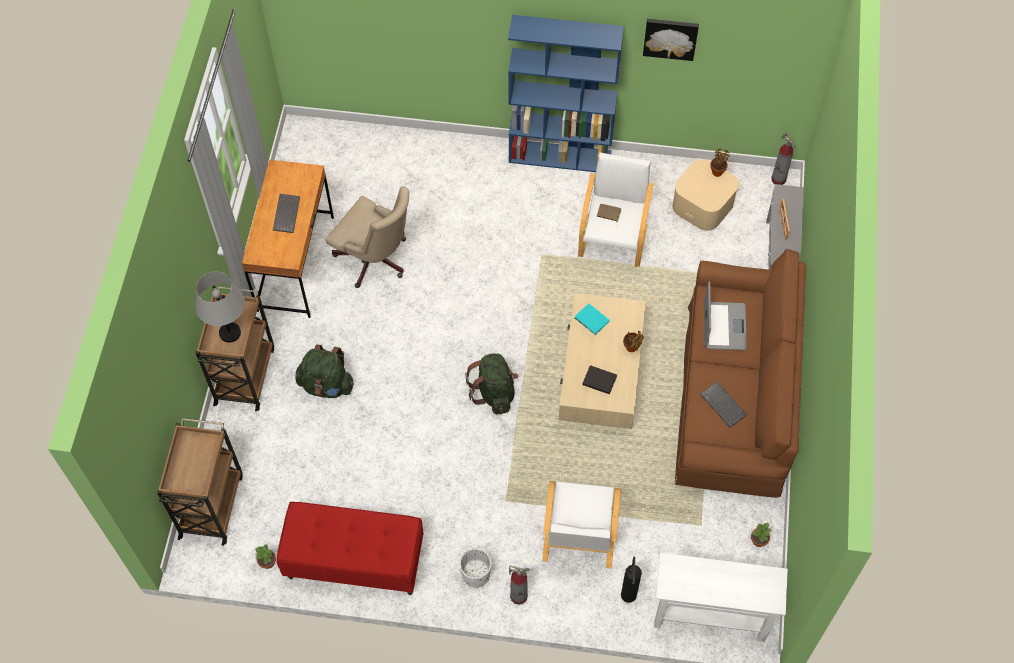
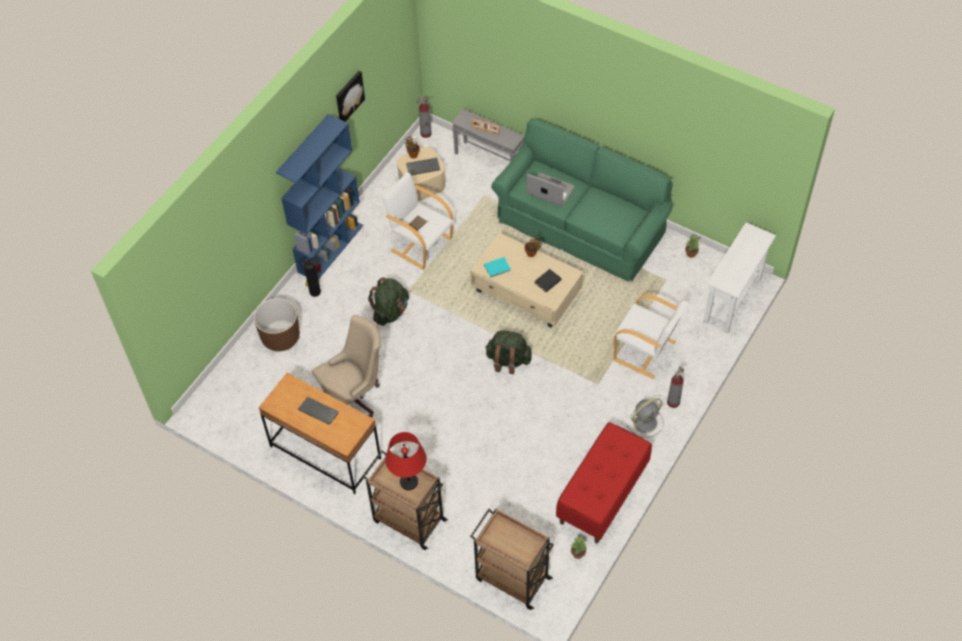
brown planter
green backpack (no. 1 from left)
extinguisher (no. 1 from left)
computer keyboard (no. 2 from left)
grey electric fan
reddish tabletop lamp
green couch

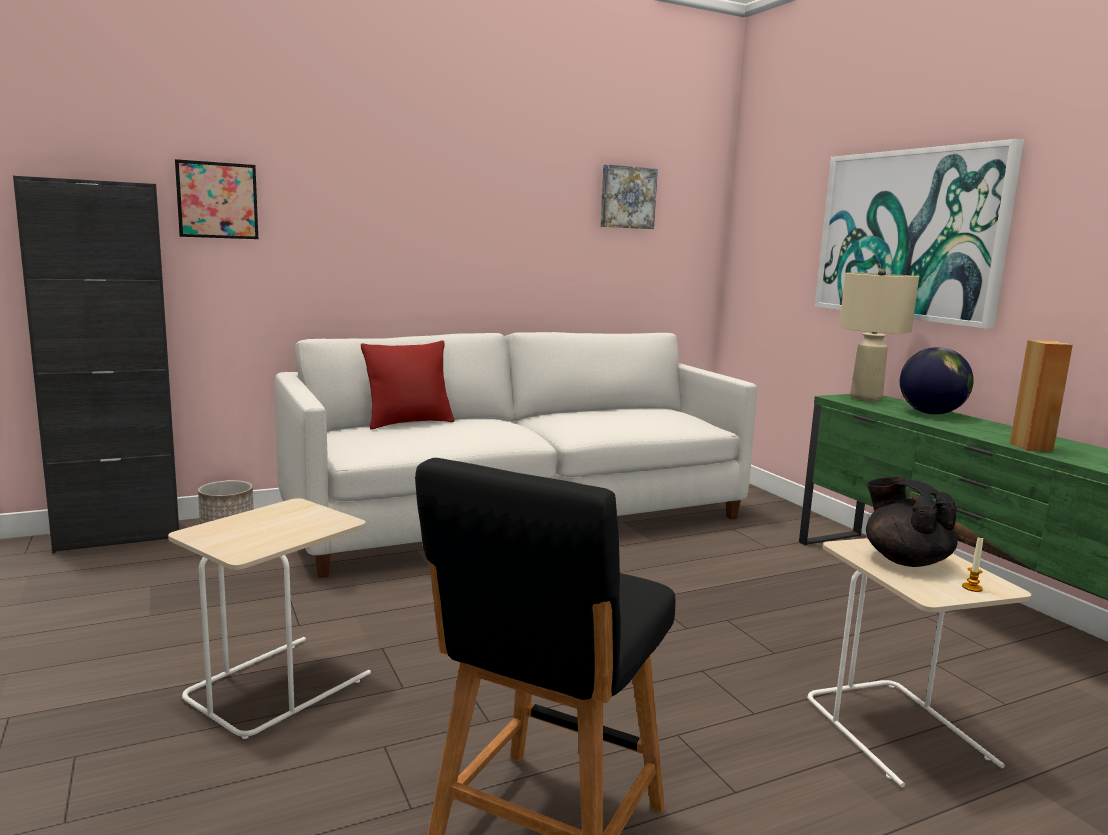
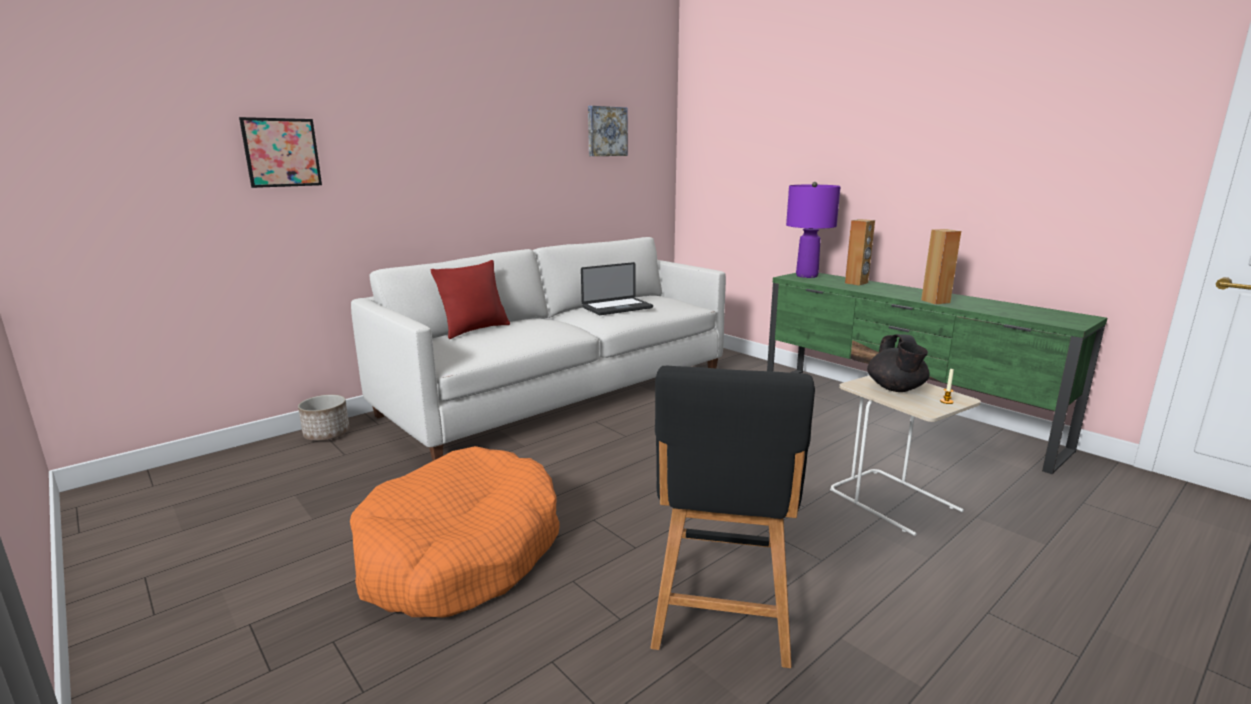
black cupboard
wall art (no. 3 from left in the first image)
laptop
orangey dog bed
brown speaker (no. 1 from left)
purple tabletop lamp
black pot for tea

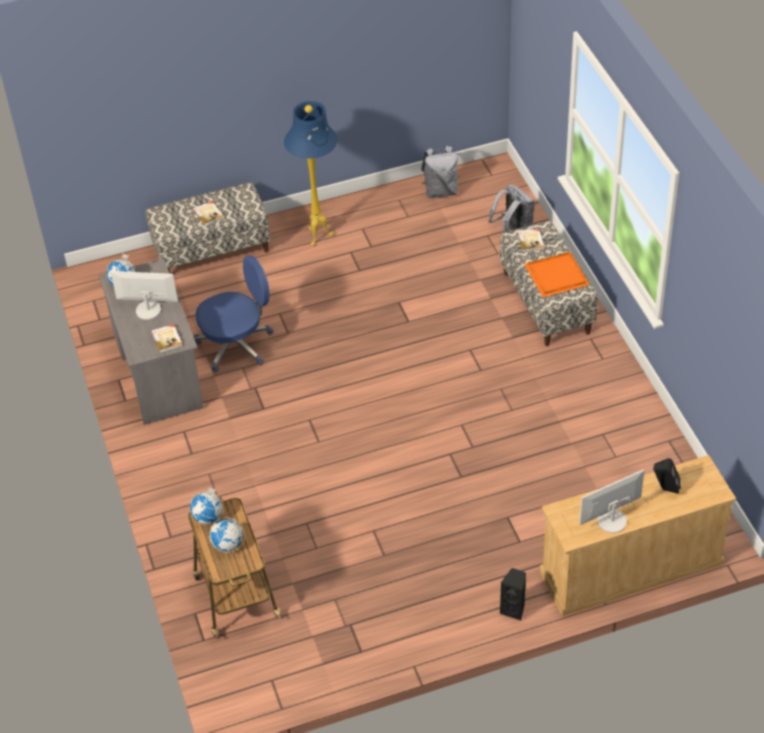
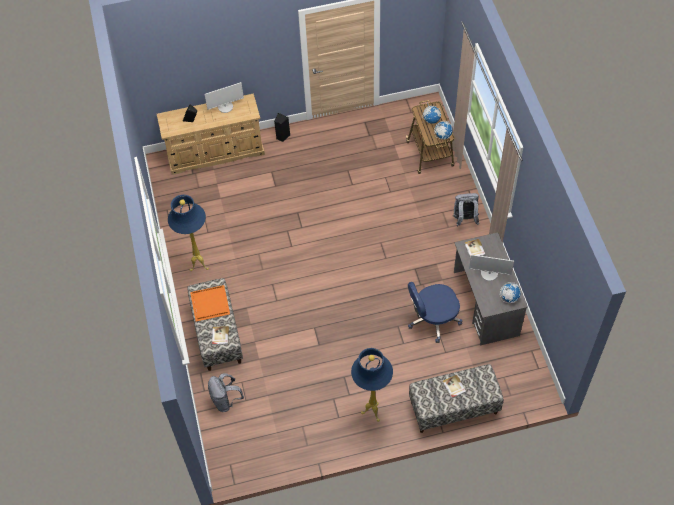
bluish standing lamp (no. 1 from left)
grey backpack (no. 2 from left)

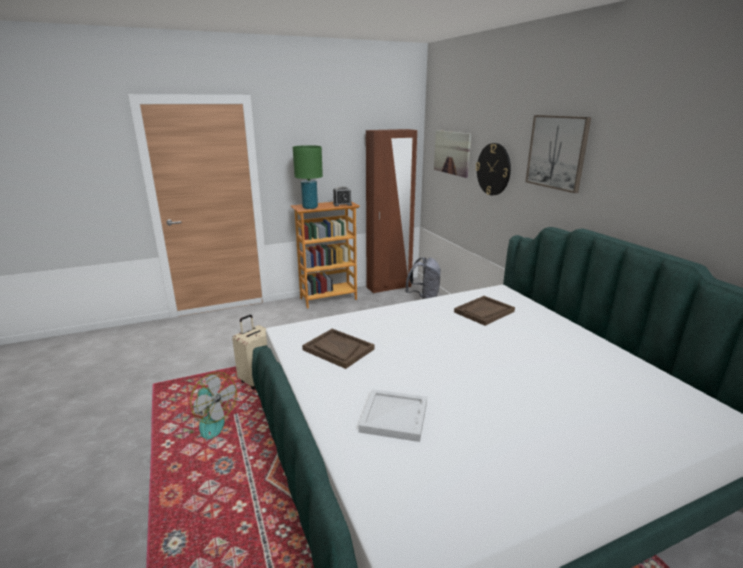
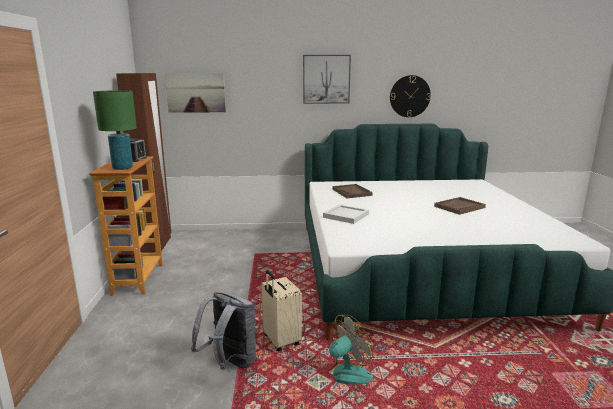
brown tray (no. 2 from left)
white-coloured tray
grey backpack
hanging clock

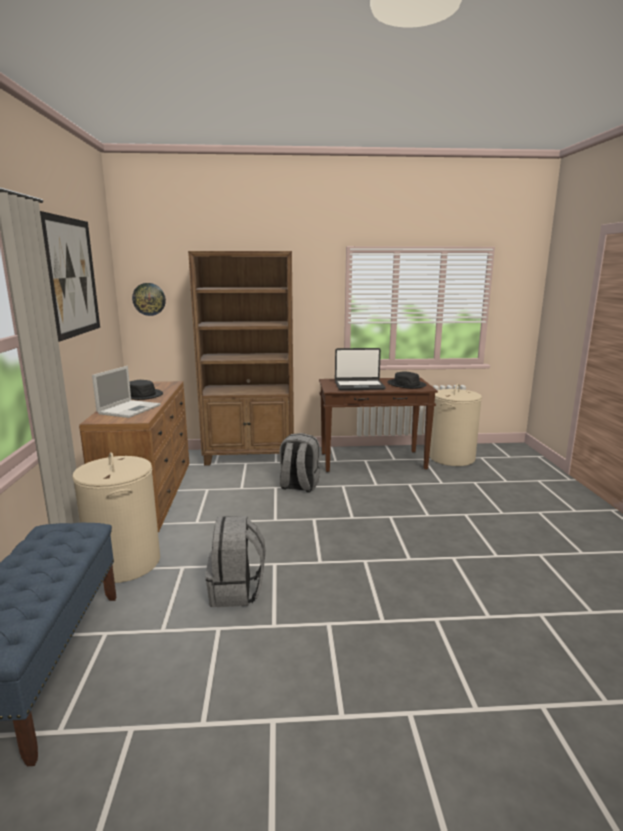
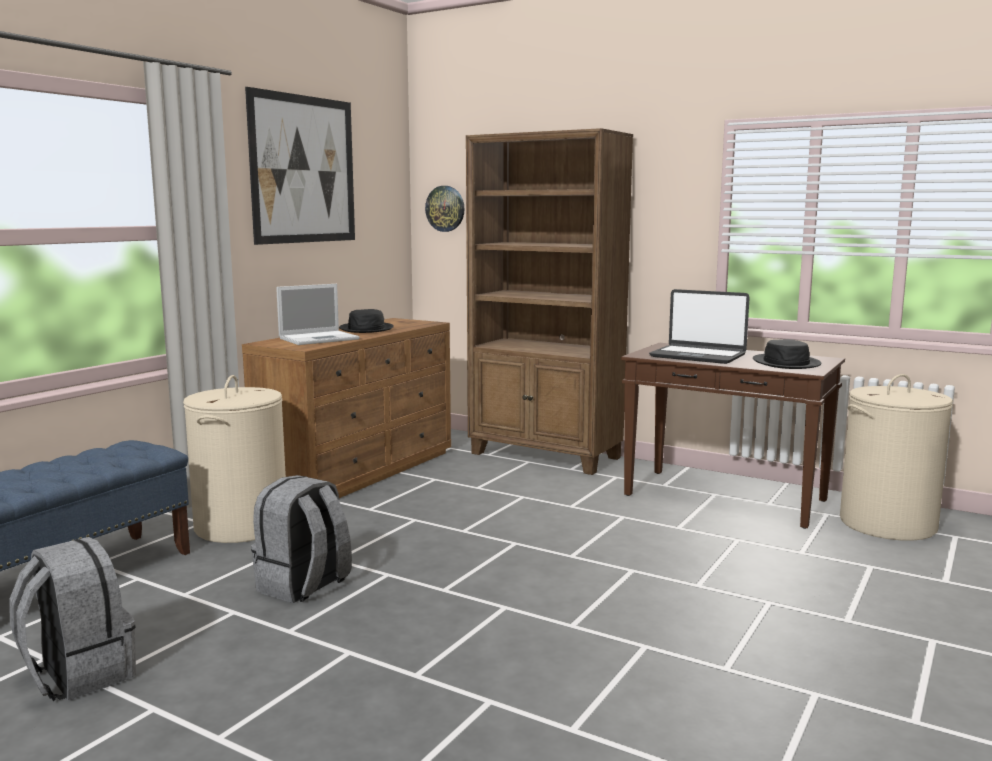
grey backpack (no. 1 from left)

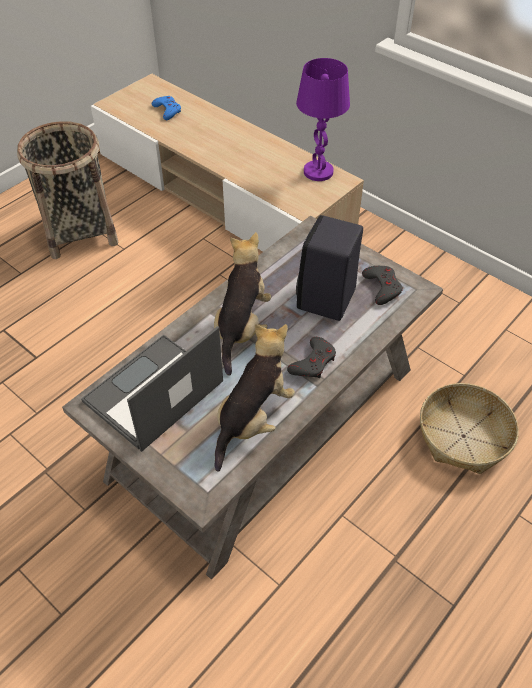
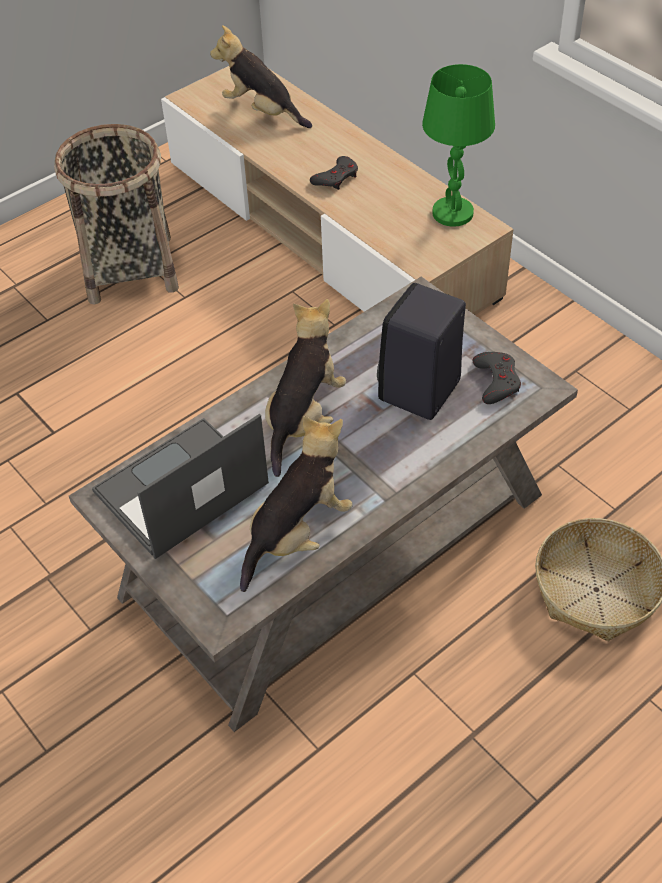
grey game controller (no. 1 from left)
plush toy (no. 1 from left)
green tabletop lamp

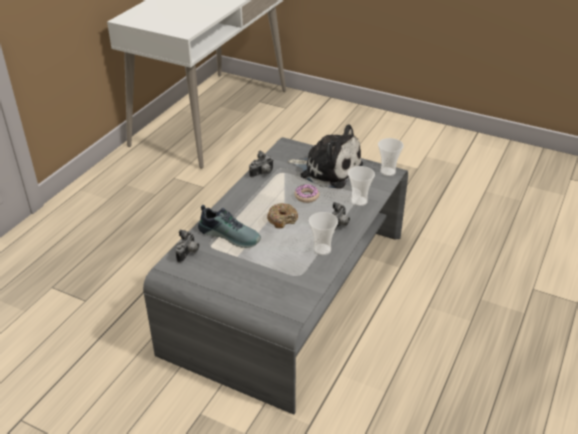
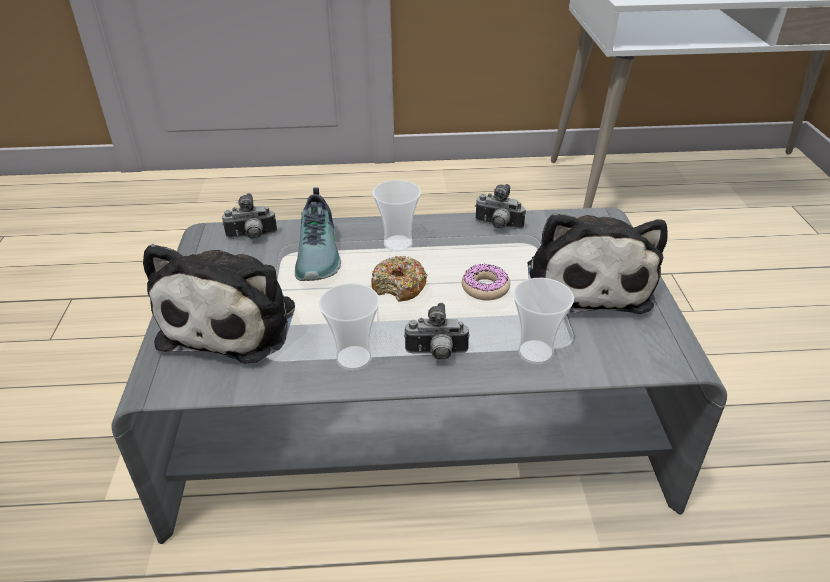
plush toy (no. 1 from left)
cup (no. 2 from left)

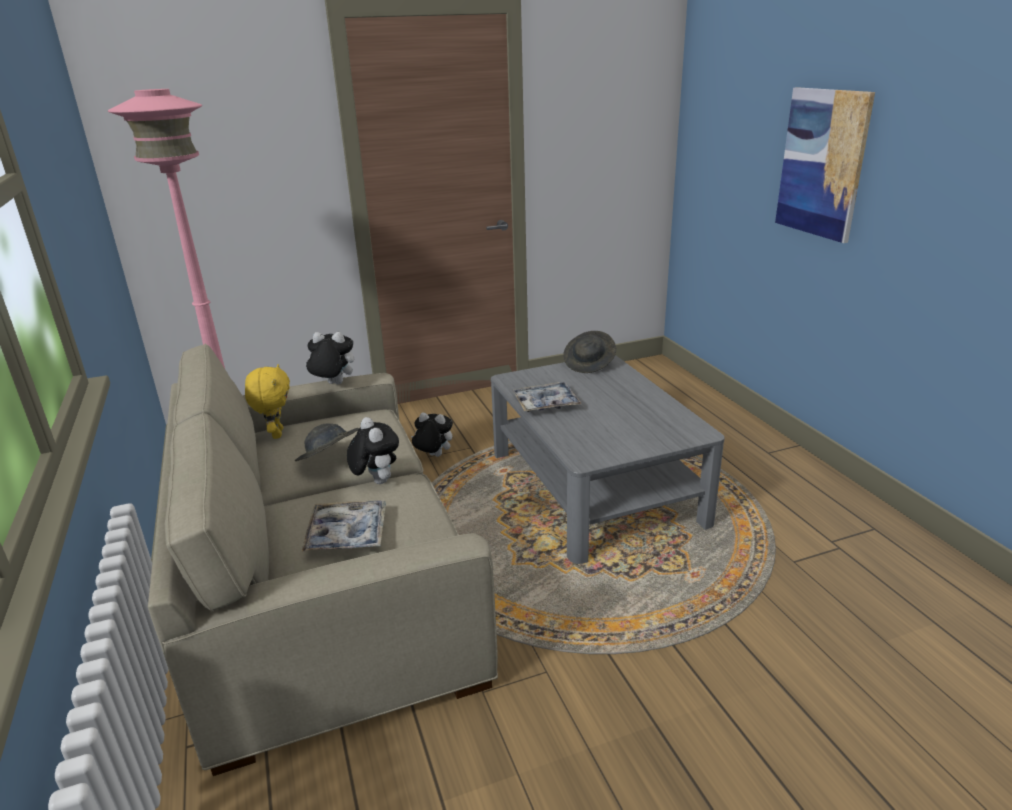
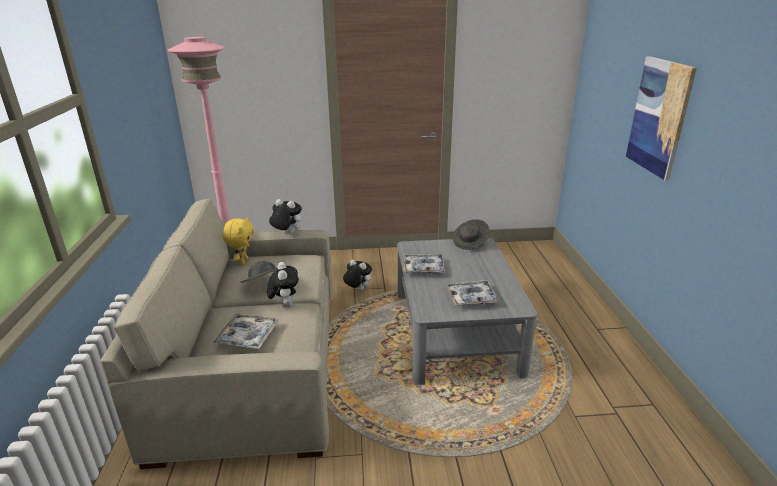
tray (no. 3 from left)

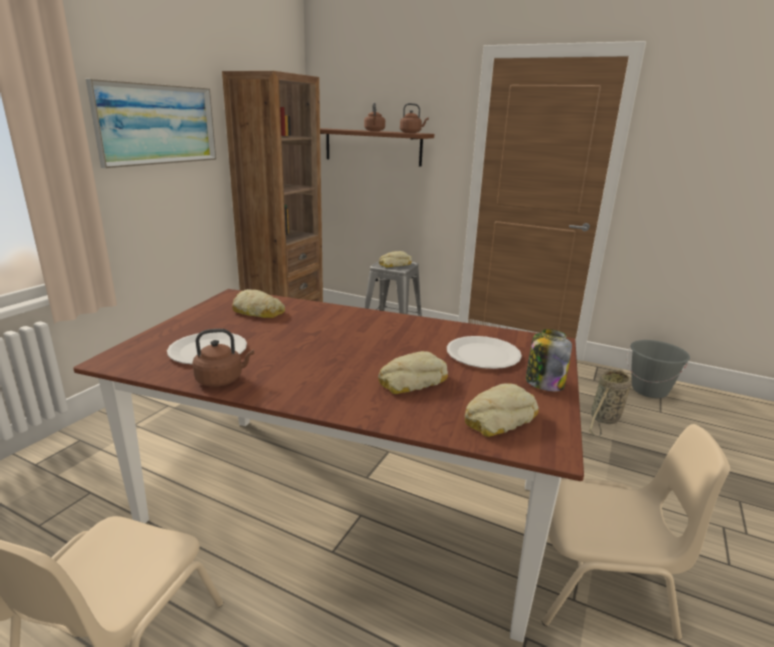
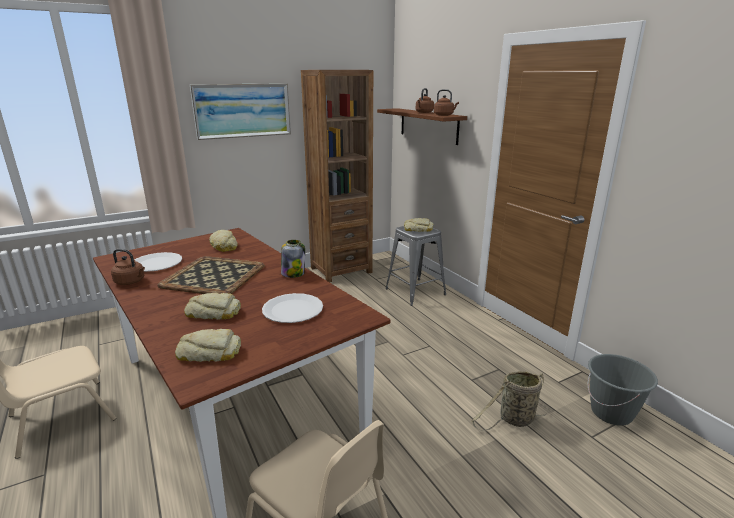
tray
storage jar

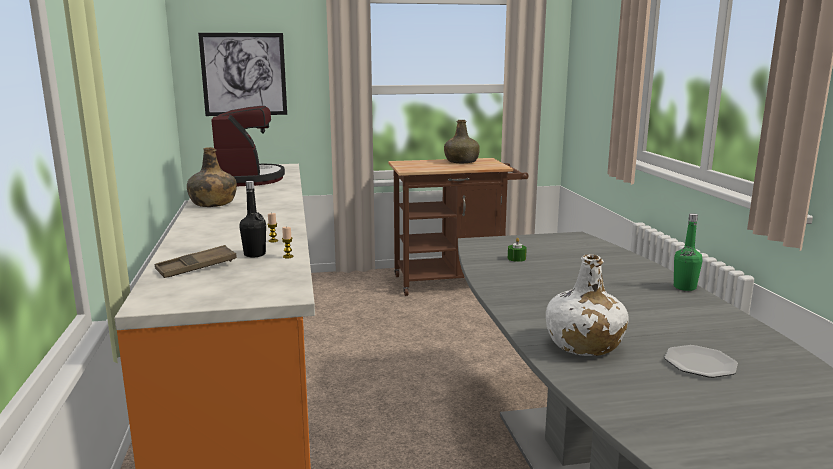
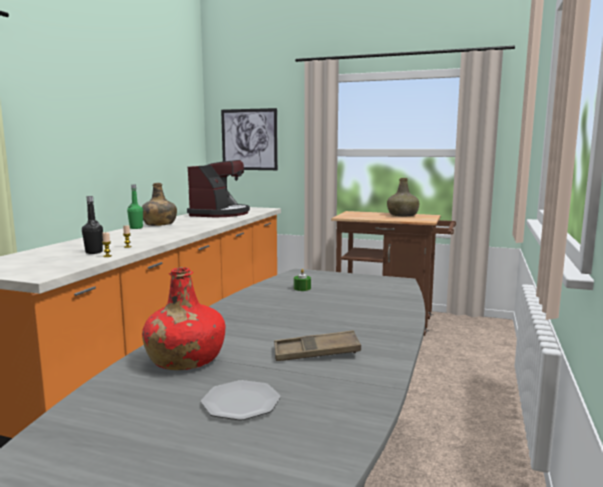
brown tray
green beverage bottle (no. 1 from left)
reddish beverage bottle

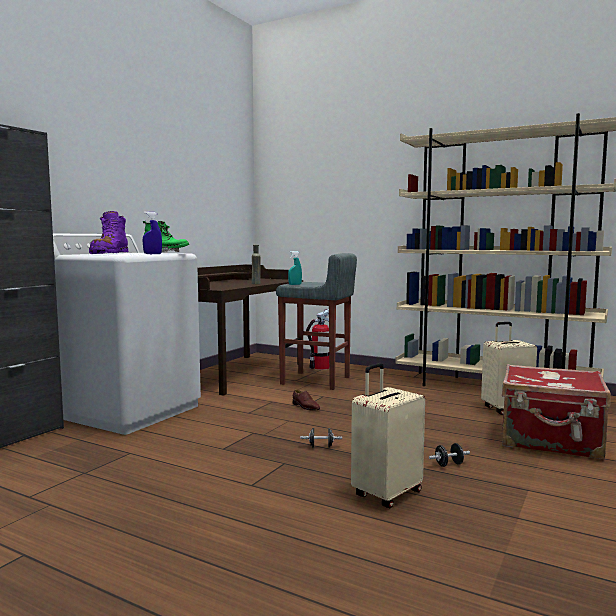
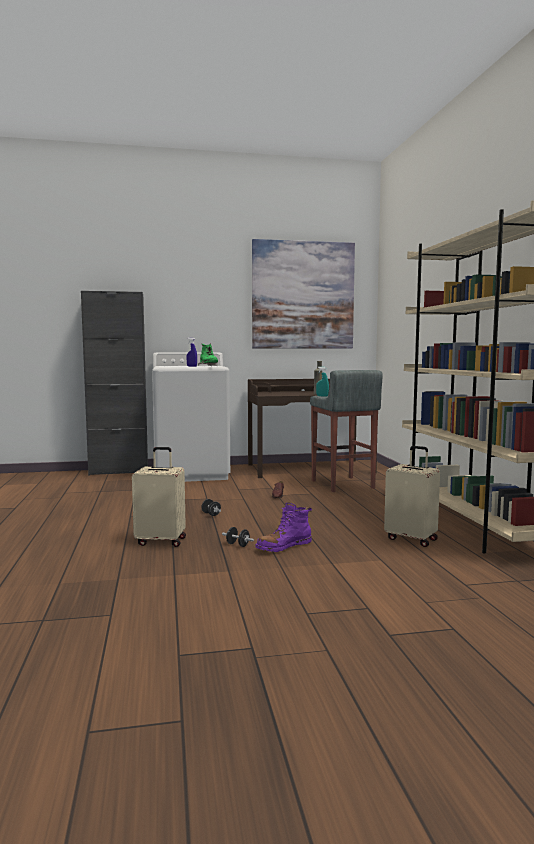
extinguisher
reddish travel case
wall art
purple high-top boot

